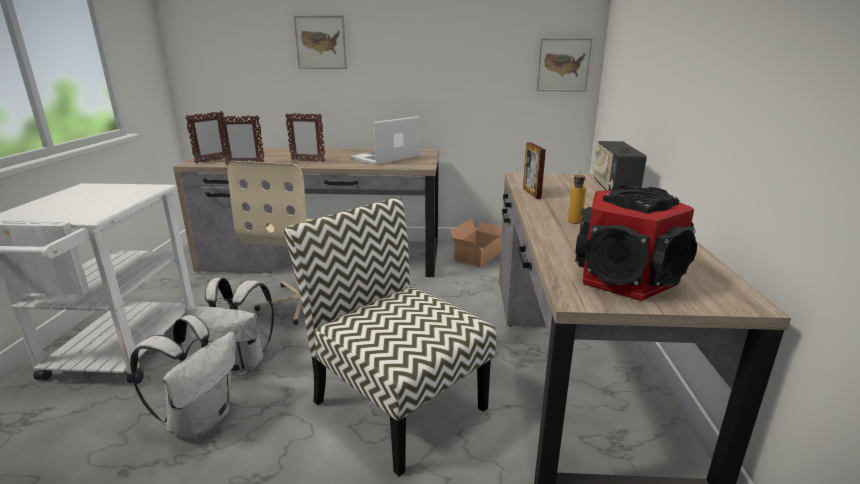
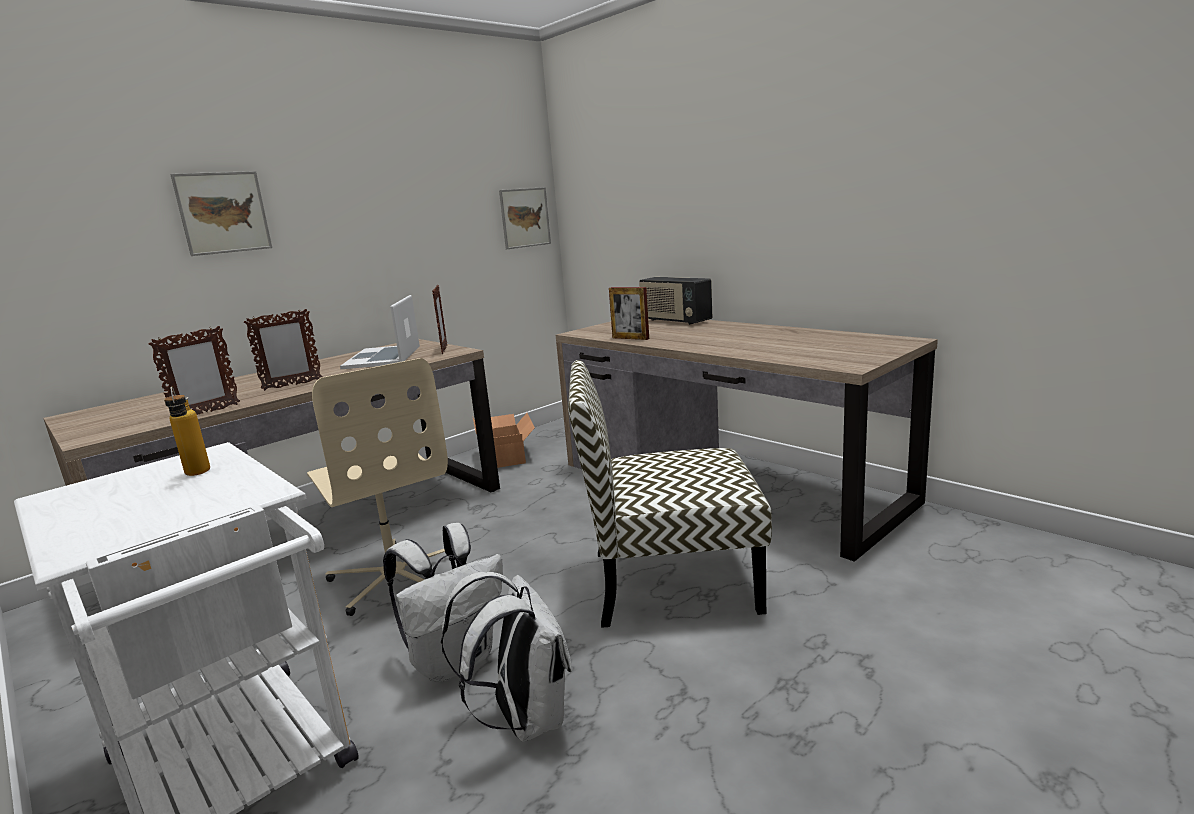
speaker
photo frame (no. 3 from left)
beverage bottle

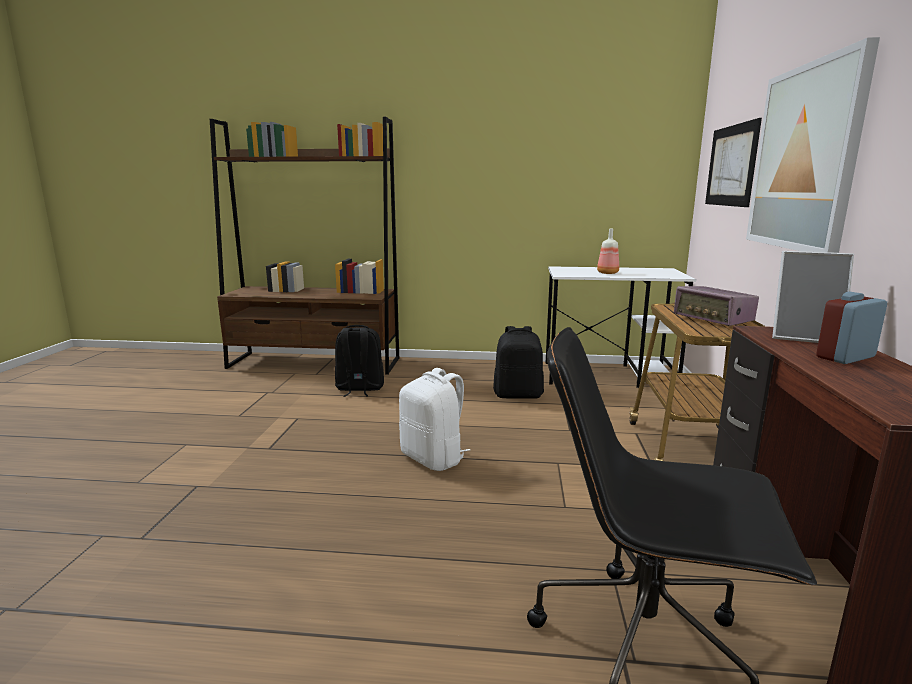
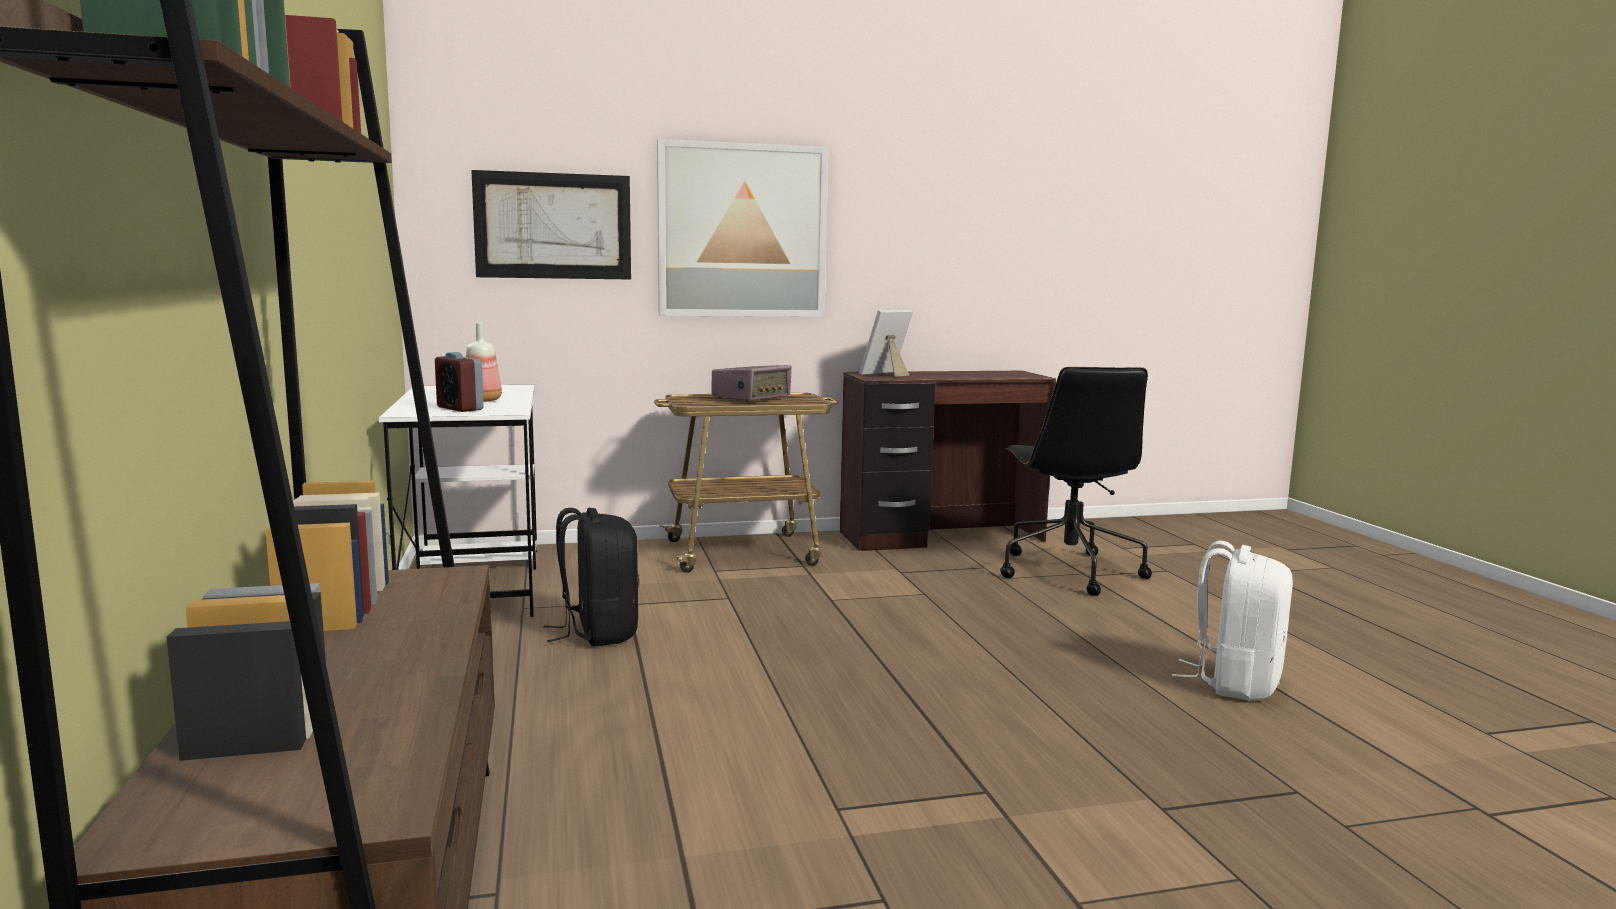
black backpack (no. 1 from left in the first image)
white-coloured backpack
bedside clock
photo frame

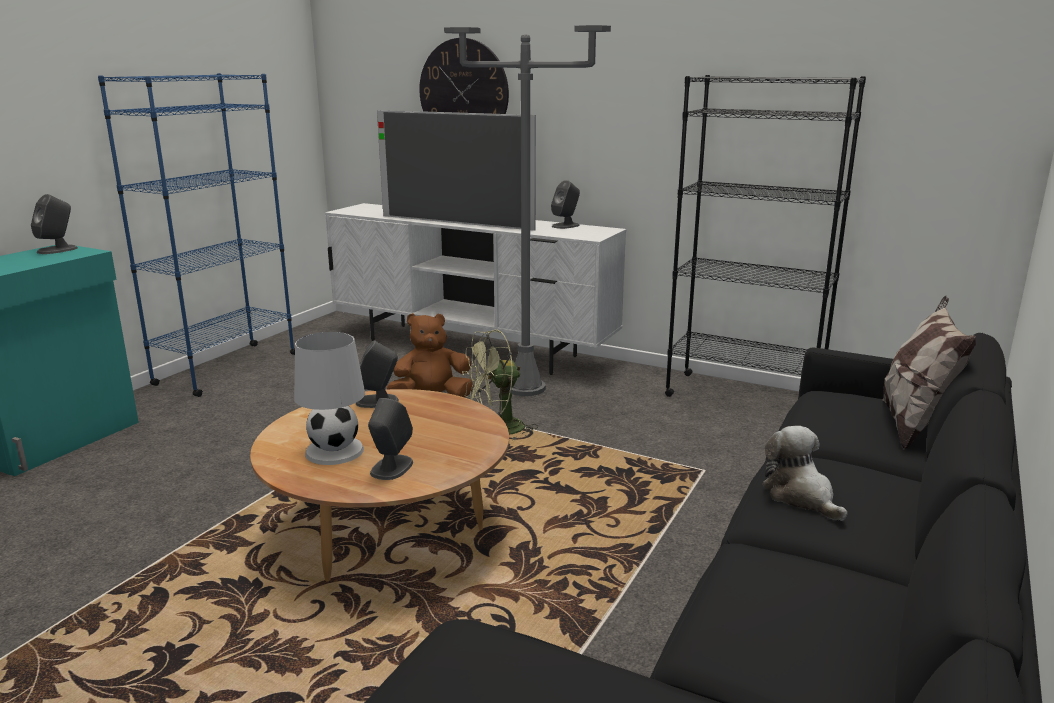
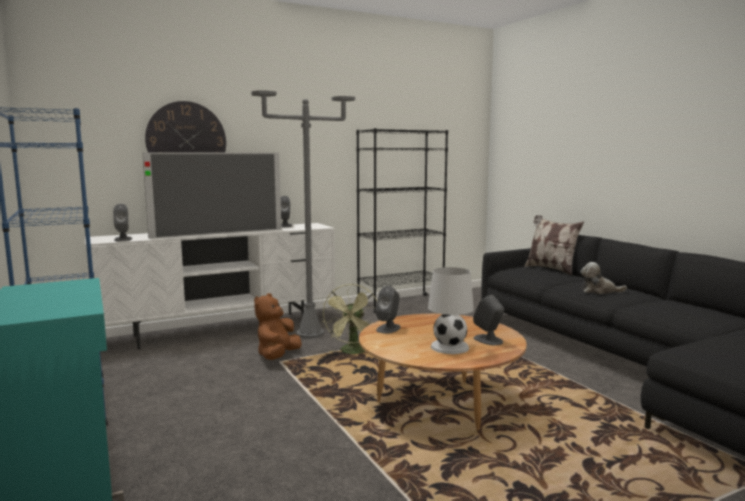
grey speaker (no. 1 from left)

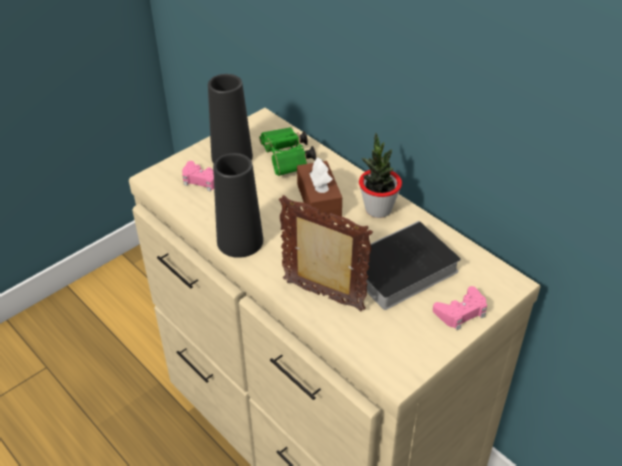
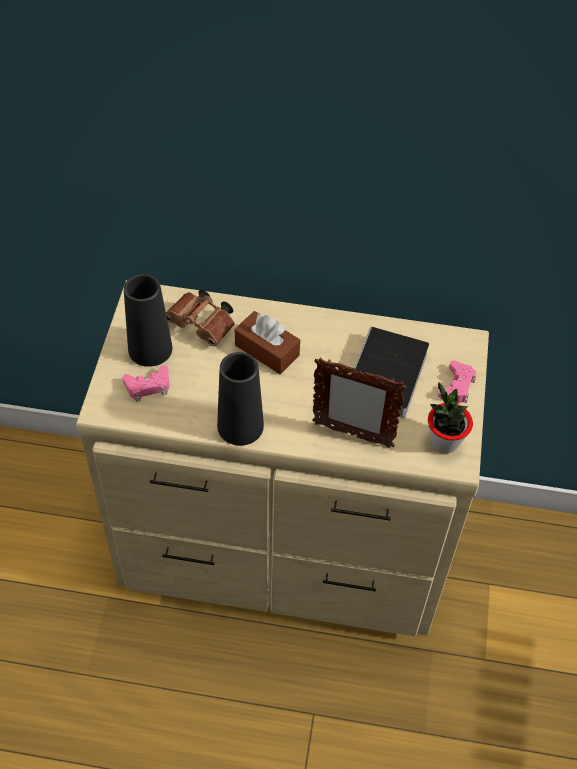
plant in a pot
brown binoculars
photo frame

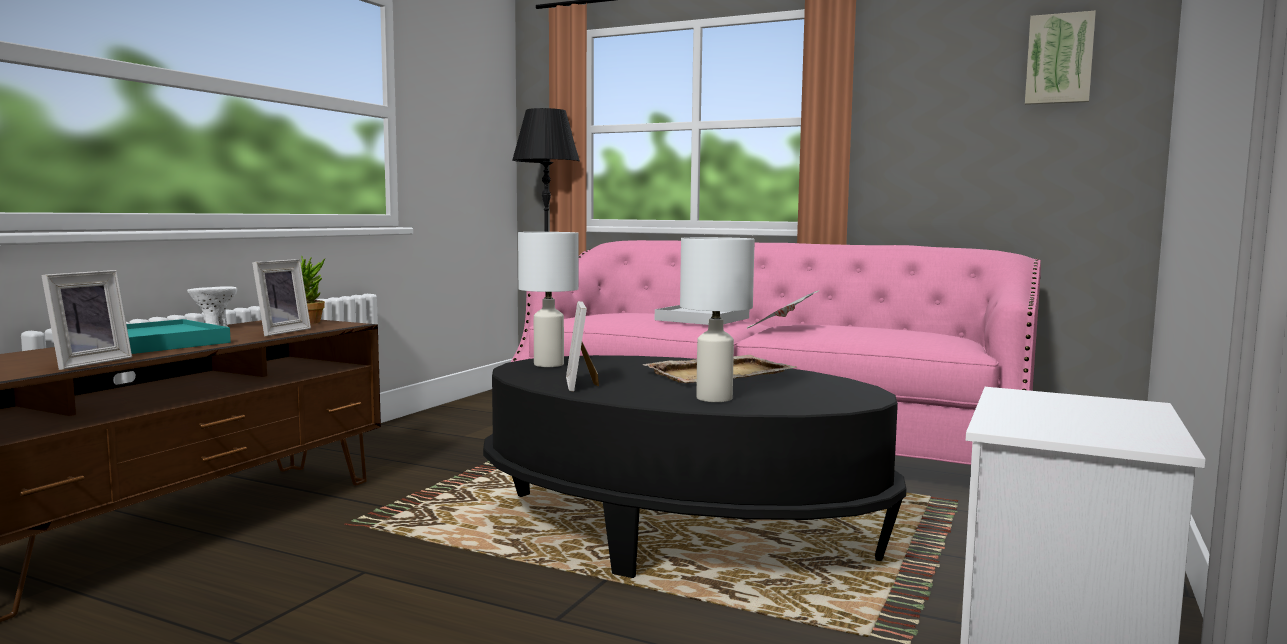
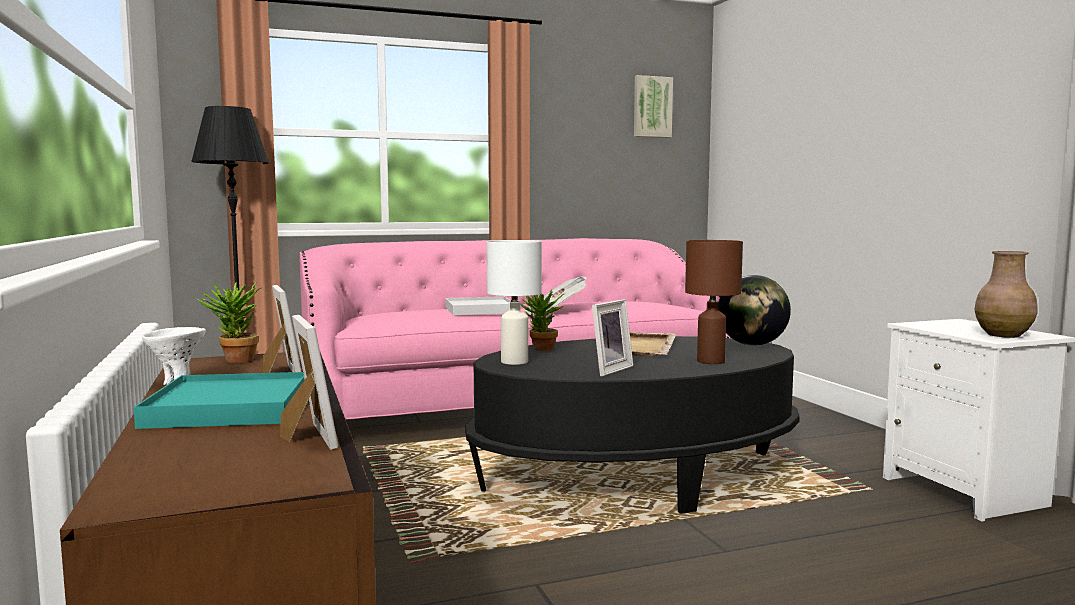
plant in a pot (no. 2 from left)
globe
brown vase
brown tabletop lamp
photo frame (no. 3 from left)

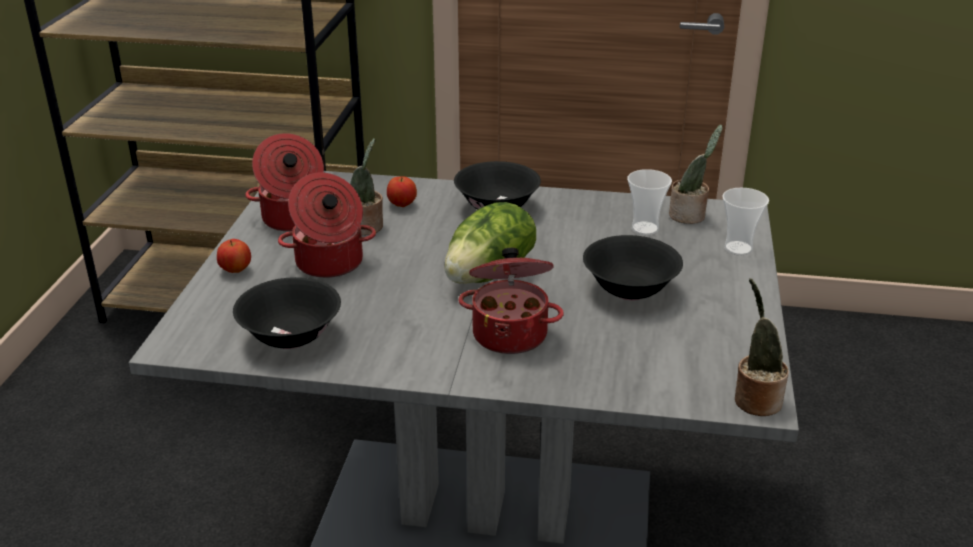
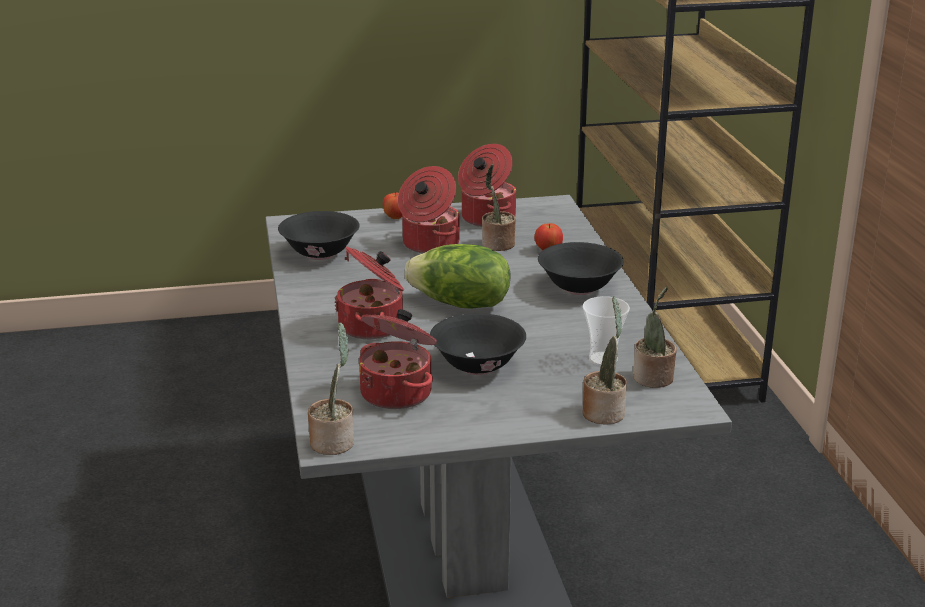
cooking pot (no. 2 from left)
plant in a pot (no. 3 from left)

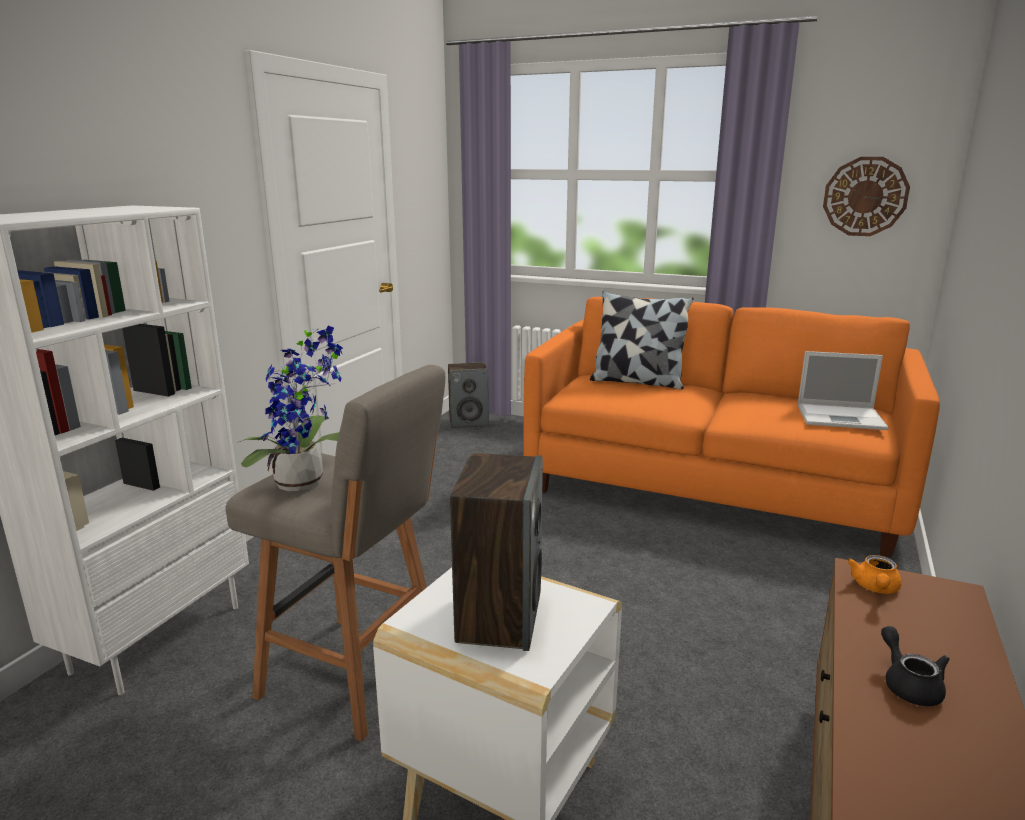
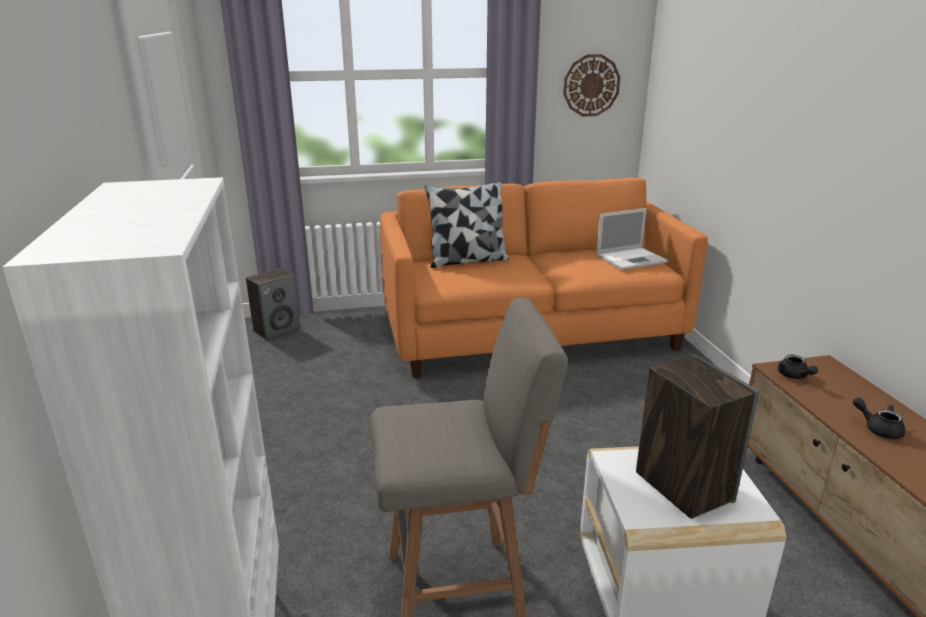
plant in a pot
black pot for tea (no. 1 from left)

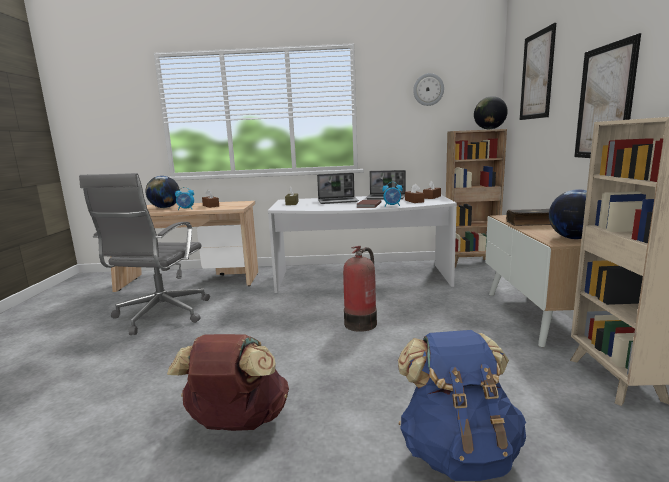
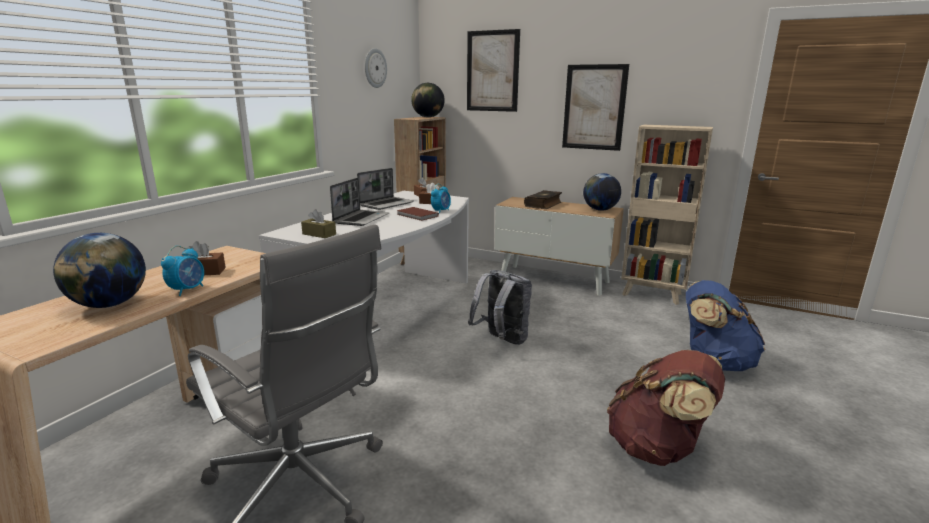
grey backpack

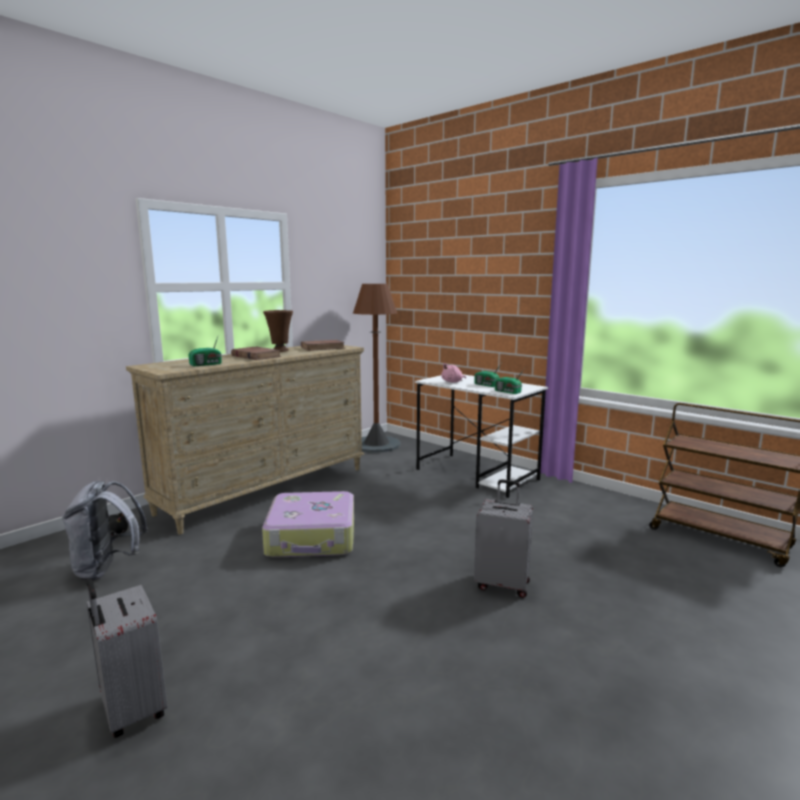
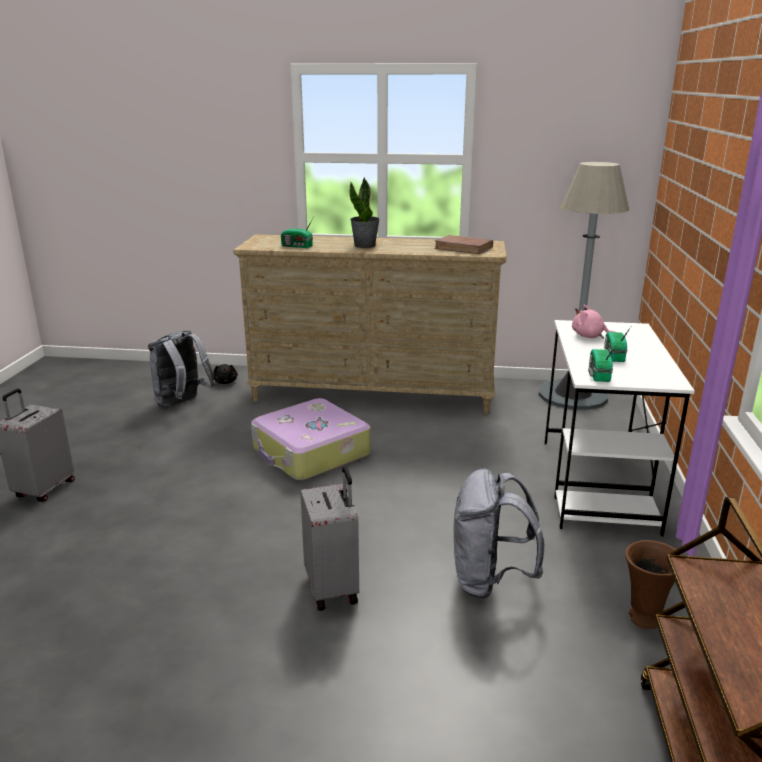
grey backpack (no. 2 from left)
brown vase
plant in a pot
grey standing lamp

